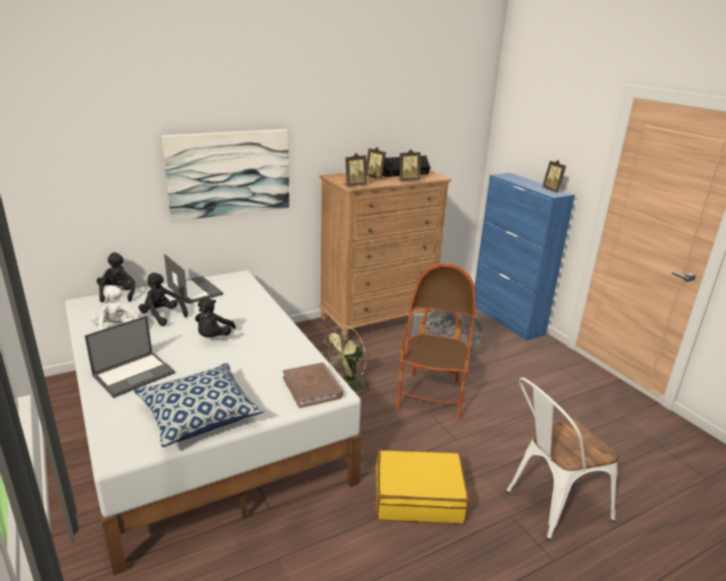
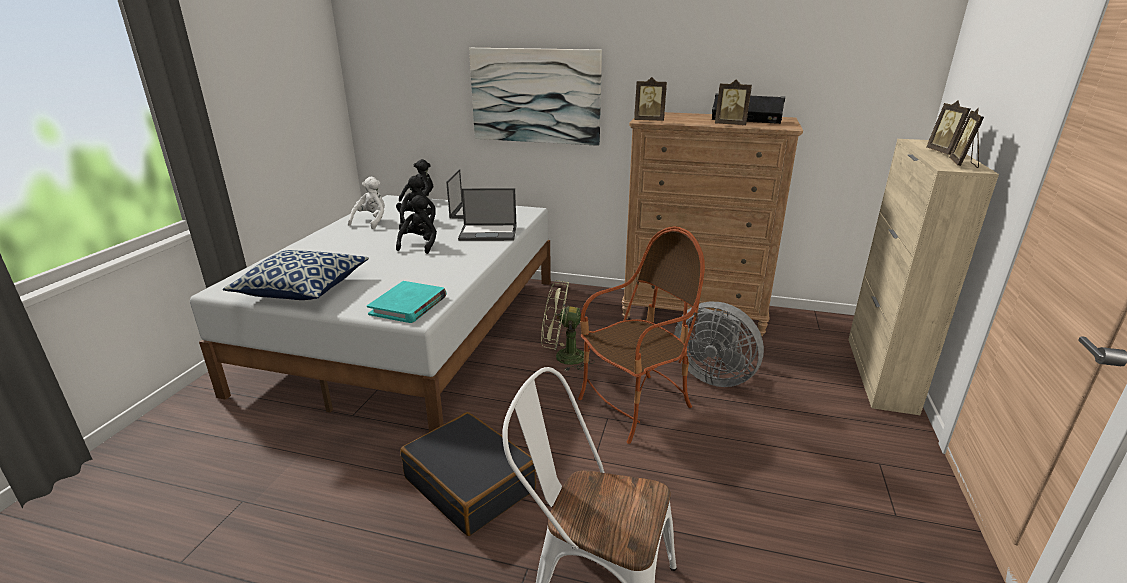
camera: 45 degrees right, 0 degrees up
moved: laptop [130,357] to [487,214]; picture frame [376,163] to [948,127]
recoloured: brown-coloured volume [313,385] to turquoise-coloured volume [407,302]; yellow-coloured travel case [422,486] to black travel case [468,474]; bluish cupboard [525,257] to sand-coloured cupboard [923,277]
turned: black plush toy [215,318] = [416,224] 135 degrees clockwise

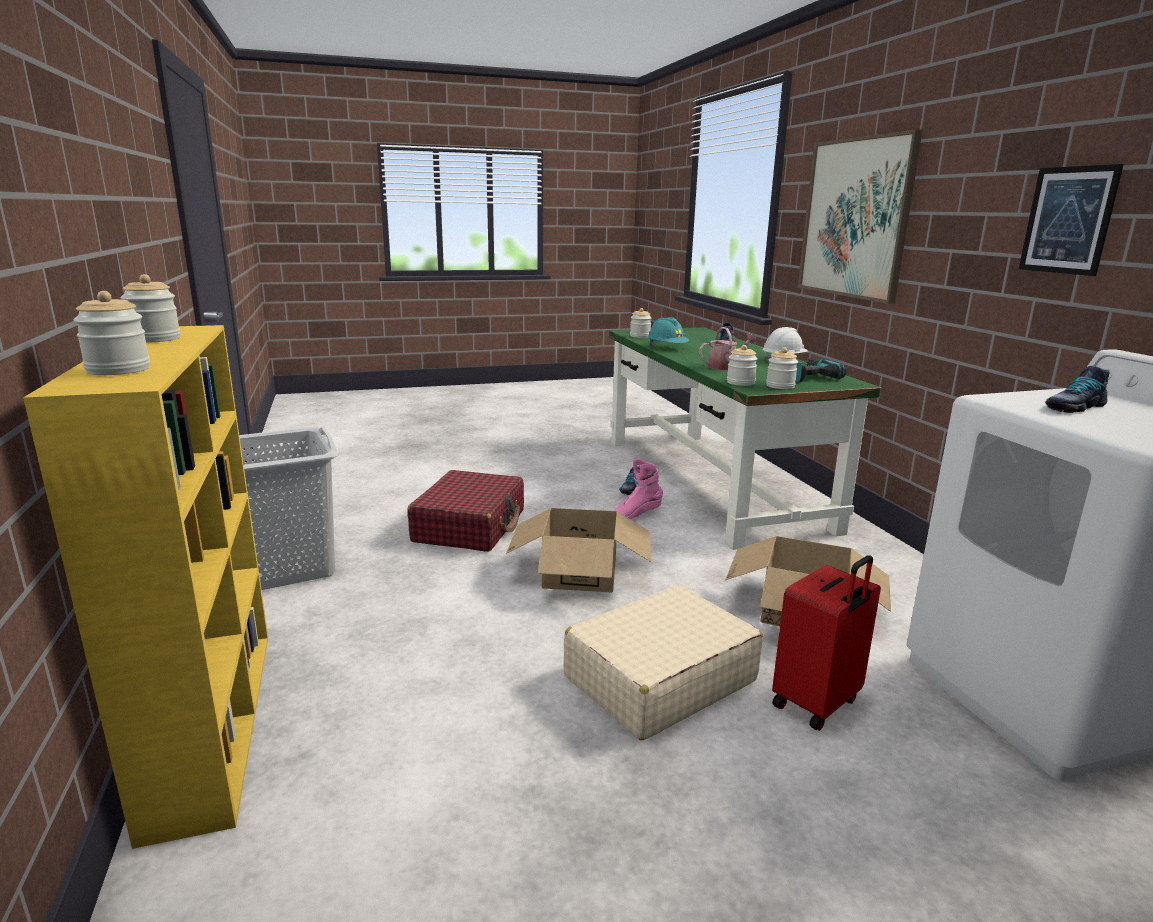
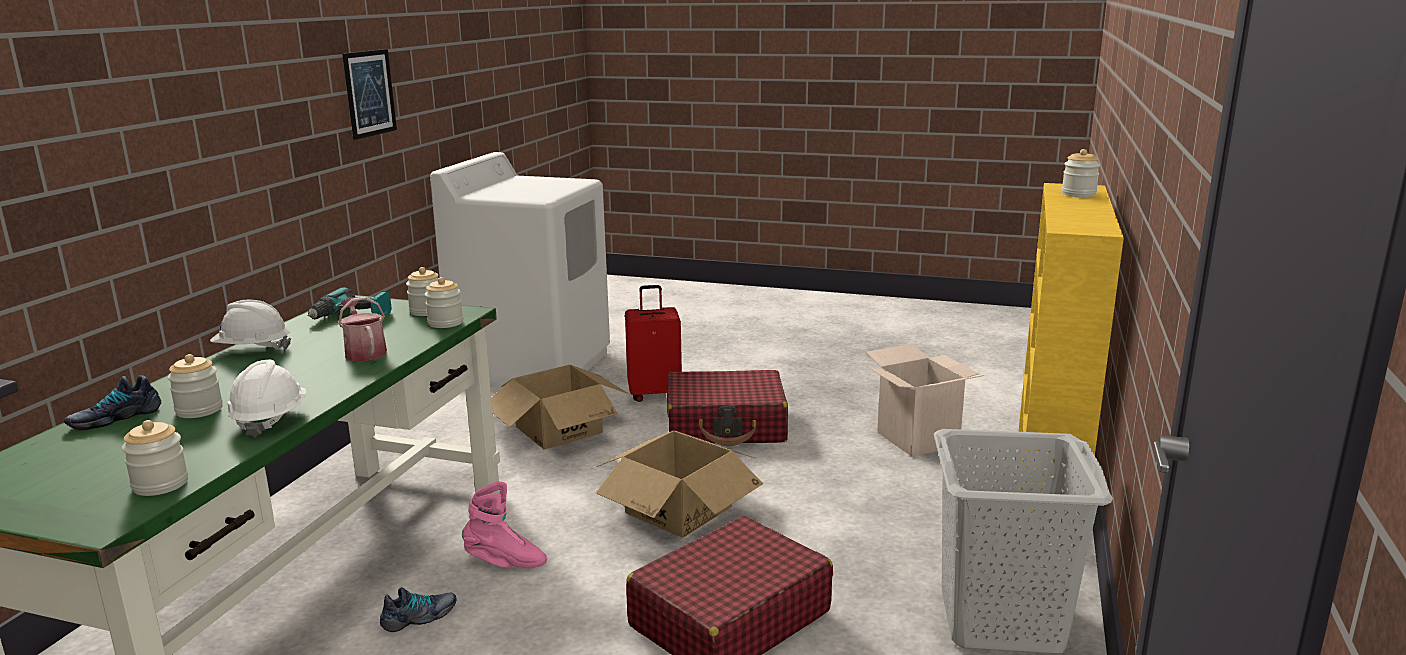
camera: 145 degrees left, 0 degrees up
removed: wall picture [860,216]; item of footwear [1077,389]
added: packing box [925,400]
moved: jar [150,308] to [195,386]
recoloured: sand-coloured travel case [663,662] to red travel case [727,408]; turquoise-coloured work helmet [668,331] to whitish work helmet [266,398]
turned: watering can [727,348] = [362,329] 45 degrees clockwise

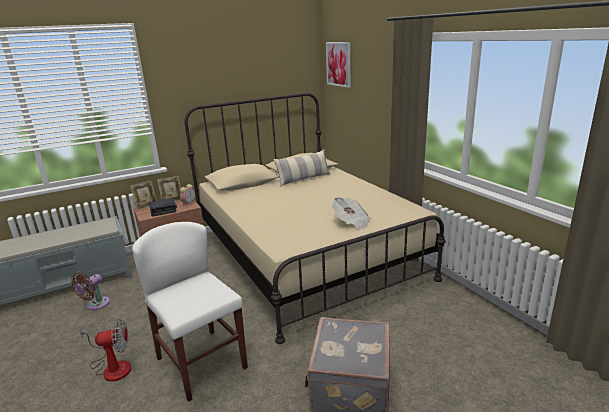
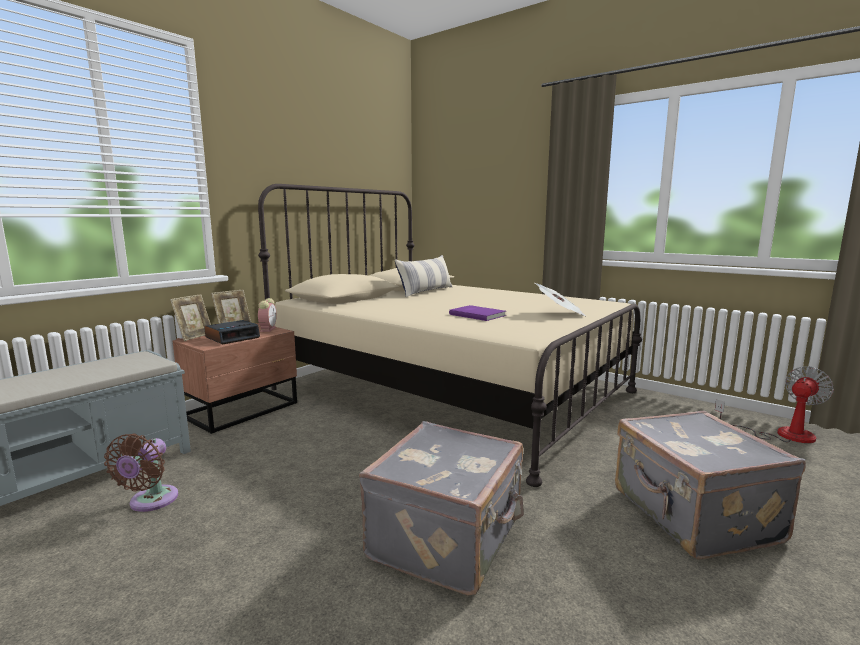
camera: 25 degrees left, 10 degrees down
removed: wall picture [338,65]
added: purplish volume [477,313]
moved: cooling fan [105,350] to [774,404]
replaced: whitish chair [190,312] to greyish travel case [441,508]

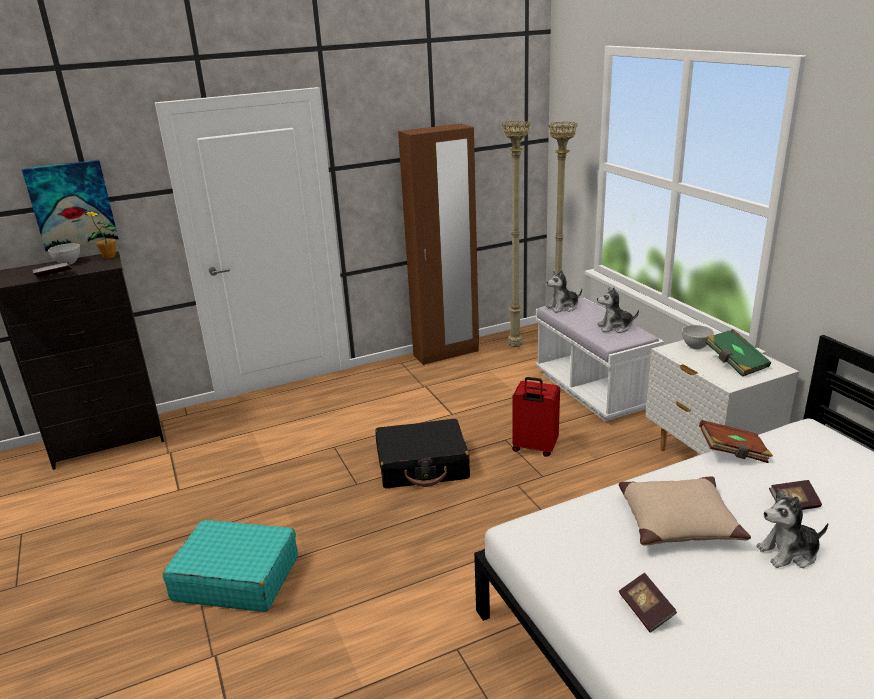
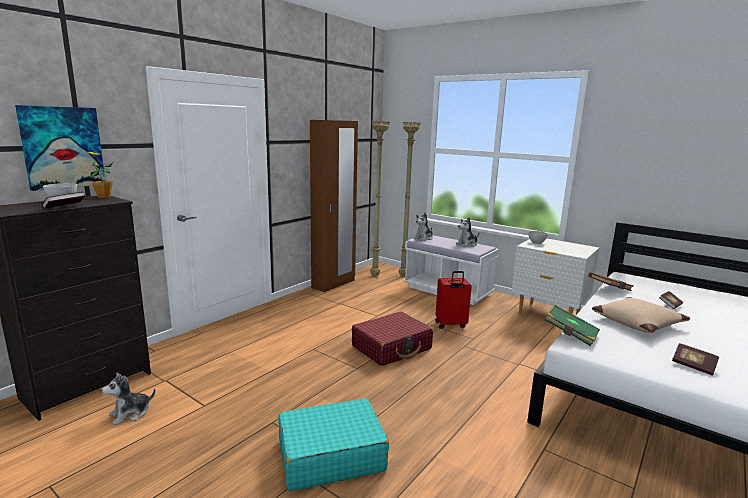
camera: 30 degrees left, 10 degrees down
moved: green volume [738,353] to [572,326]; plush toy [792,528] to [128,398]
recoloured: black travel case [422,453] to red travel case [392,339]

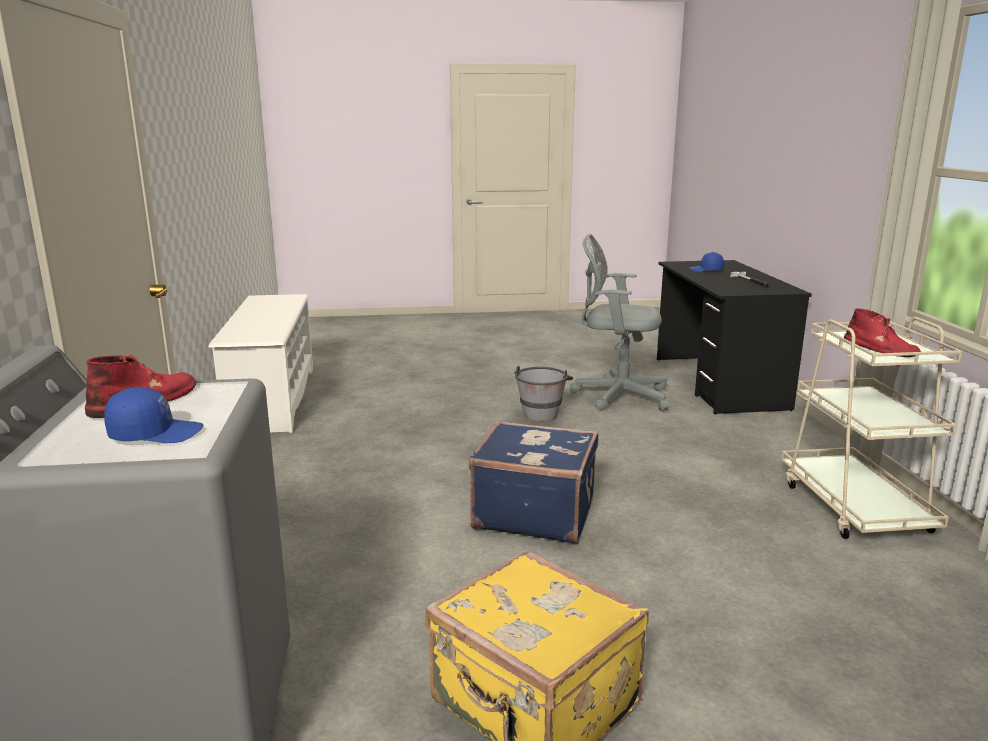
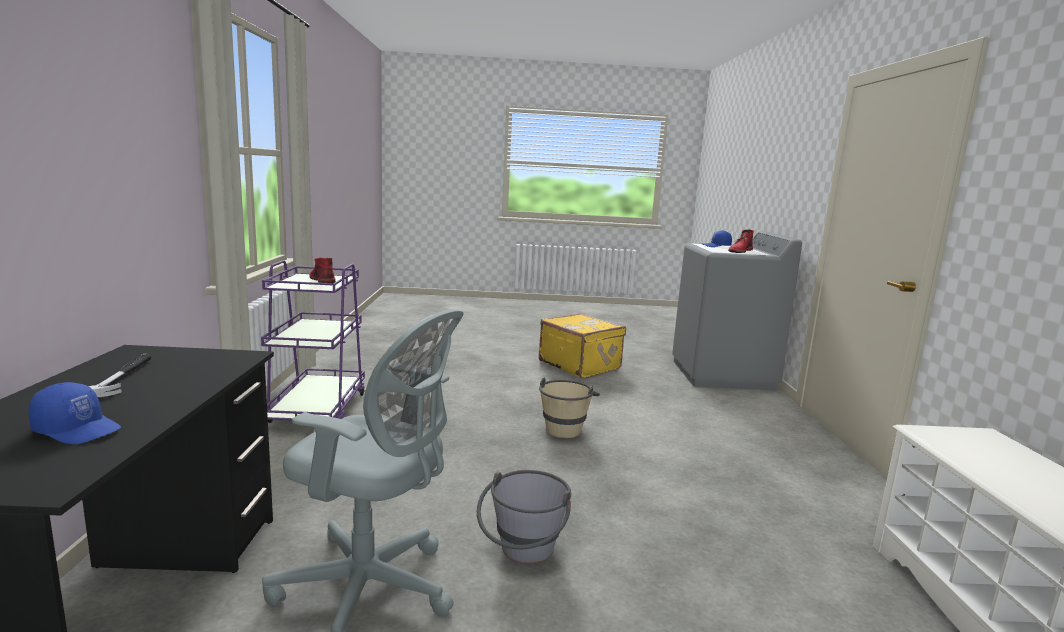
camera: 175 degrees left, 5 degrees down
replaced: bluish travel case [533,482] to sand-coloured bucket [569,407]
recoloured: sand-coloured cart [871,428] to purplish cart [313,341]

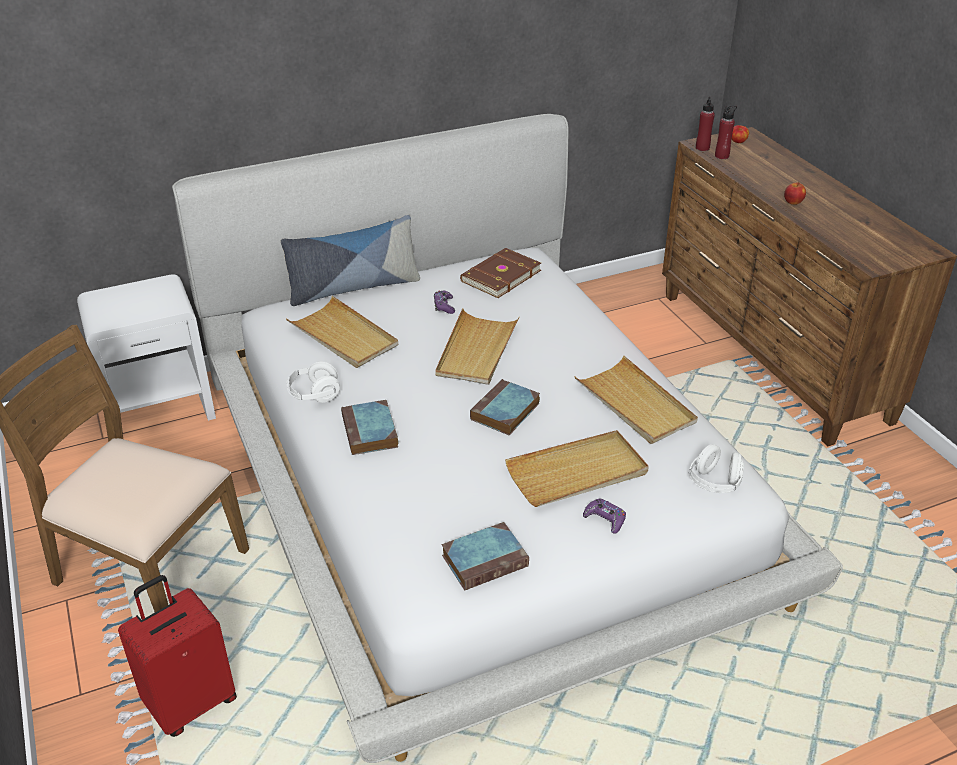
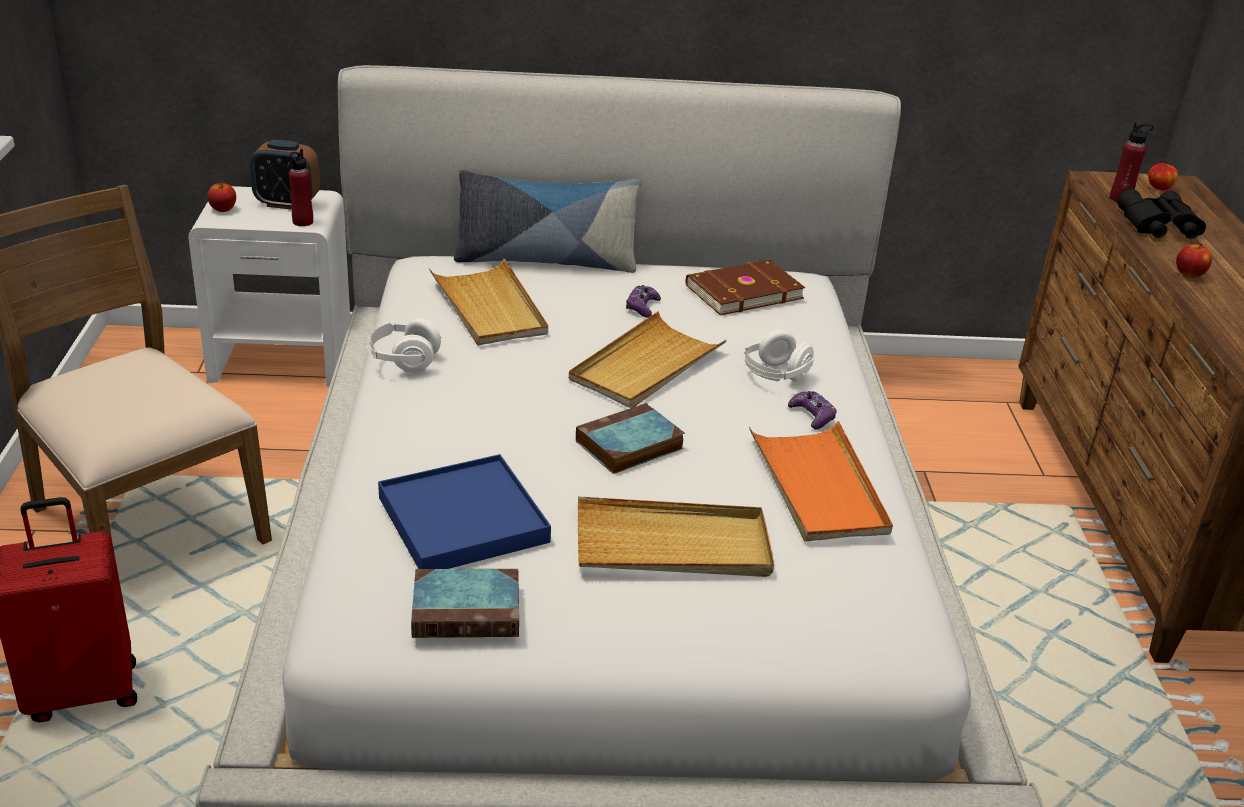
camera: 20 degrees right, 5 degrees down
removed: volume [370,427]
added: whole apple [222,196]; table clock [284,175]; bluish serving tray [464,511]; black binoculars [1161,214]
moved: purplish game controller [604,516] to [812,410]; whitish headphones [716,468] to [778,356]; red beverage bottle [705,124] to [301,187]
recoloured: sand-coloured serving tray [636,400] to orange-coloured serving tray [821,481]

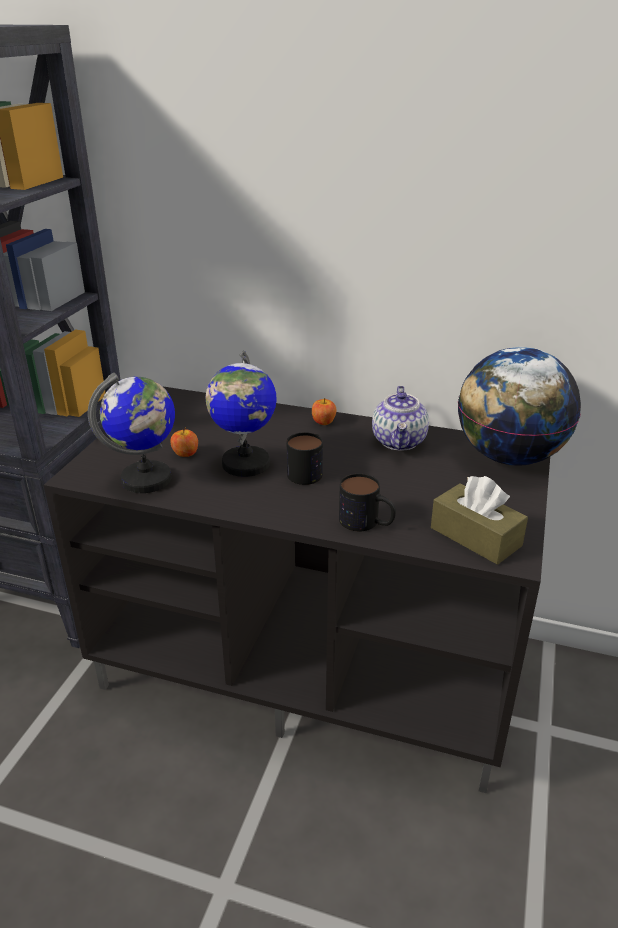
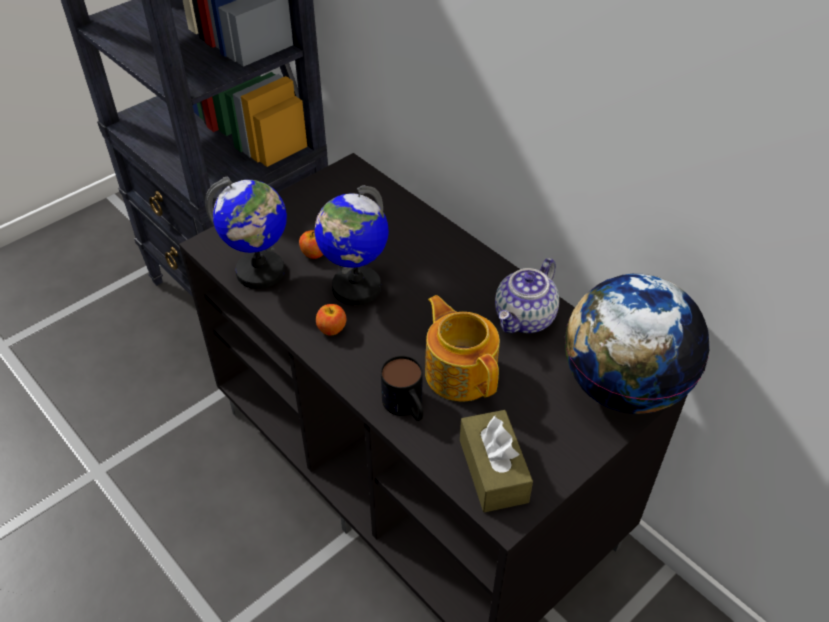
camera: 30 degrees right, 15 degrees up
removed: coffee mug [305,458]
added: tea pot [462,348]
moved: whole apple [324,411] to [331,320]

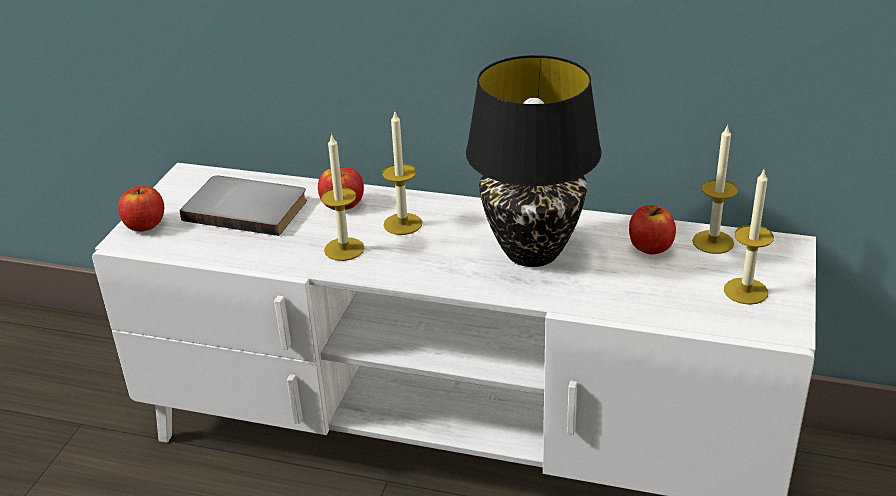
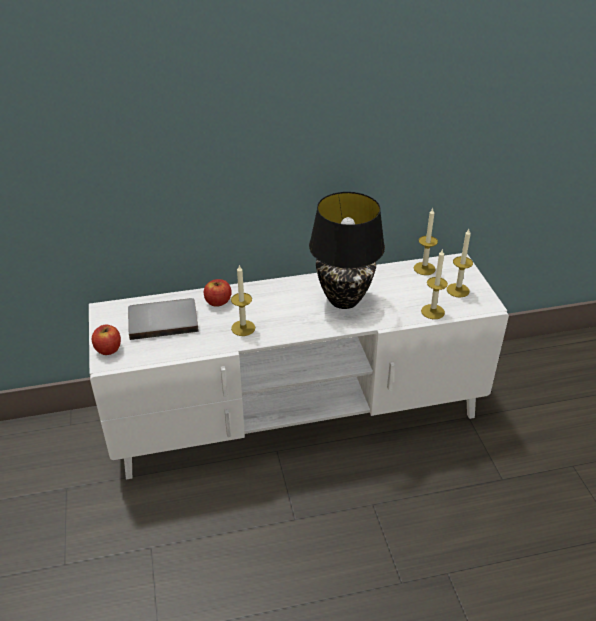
camera: 30 degrees left, 5 degrees up
removed: whole apple [652,229]
moved: candle [402,172] to [434,284]

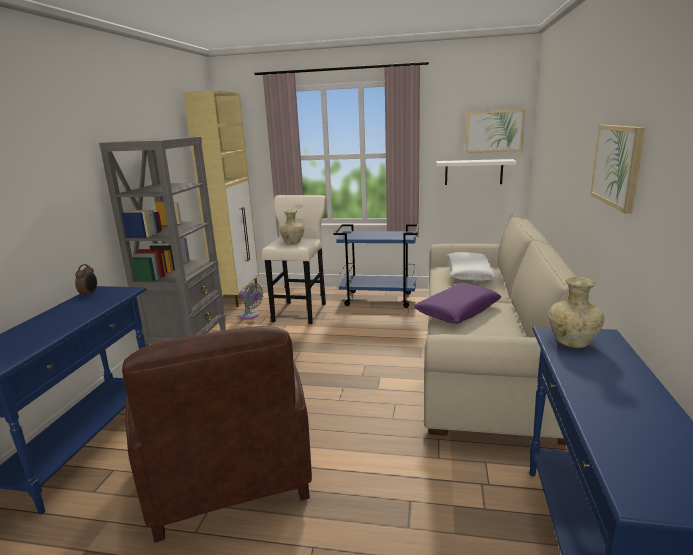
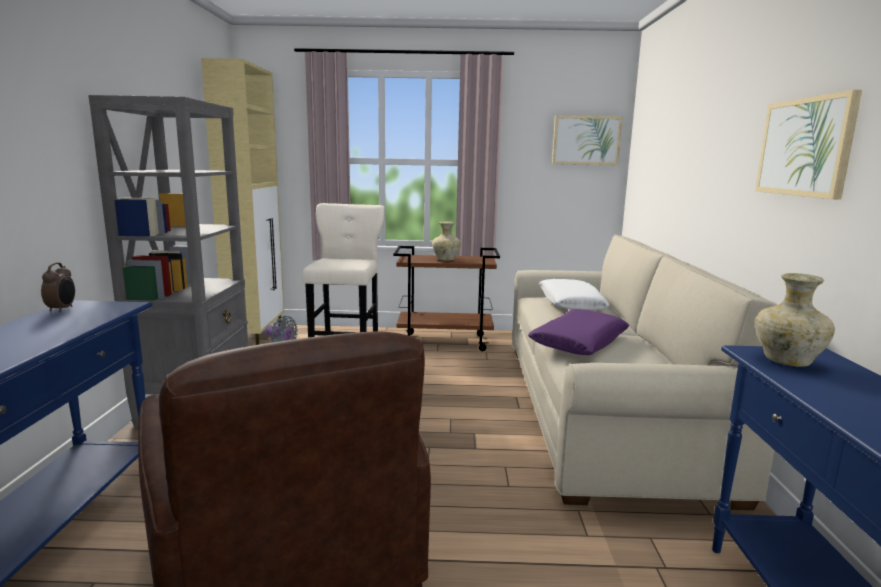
camera: 10 degrees left, 5 degrees down
removed: whitish wall shelf [476,172]
moved: sand-coloured flower vase [291,227] to [446,241]
recoloured: bluish cart [376,266] to brown-coloured cart [446,298]

